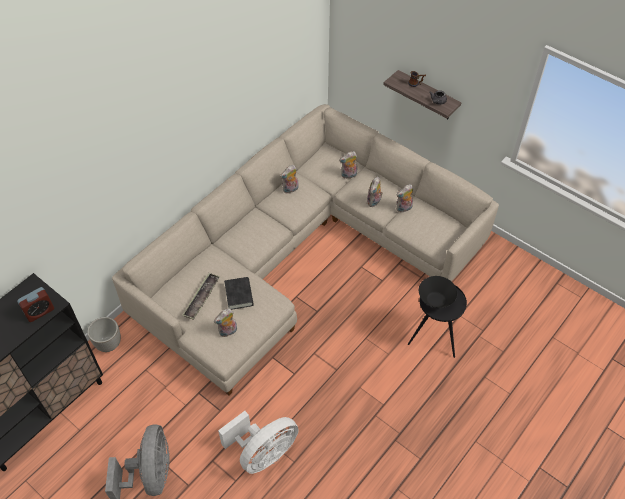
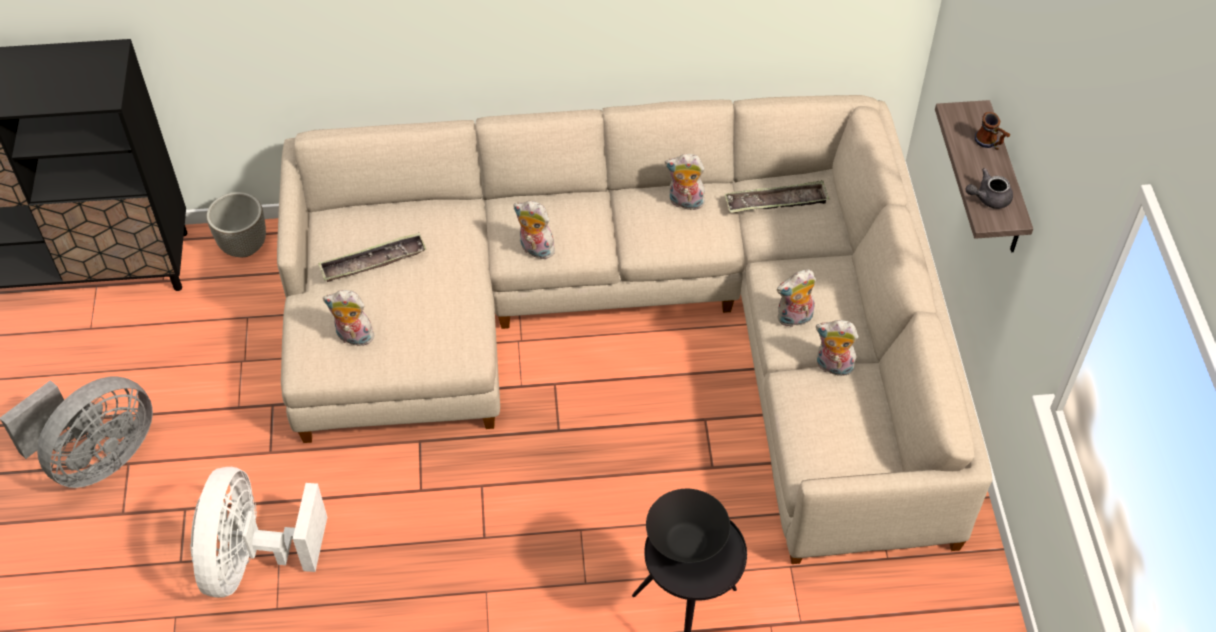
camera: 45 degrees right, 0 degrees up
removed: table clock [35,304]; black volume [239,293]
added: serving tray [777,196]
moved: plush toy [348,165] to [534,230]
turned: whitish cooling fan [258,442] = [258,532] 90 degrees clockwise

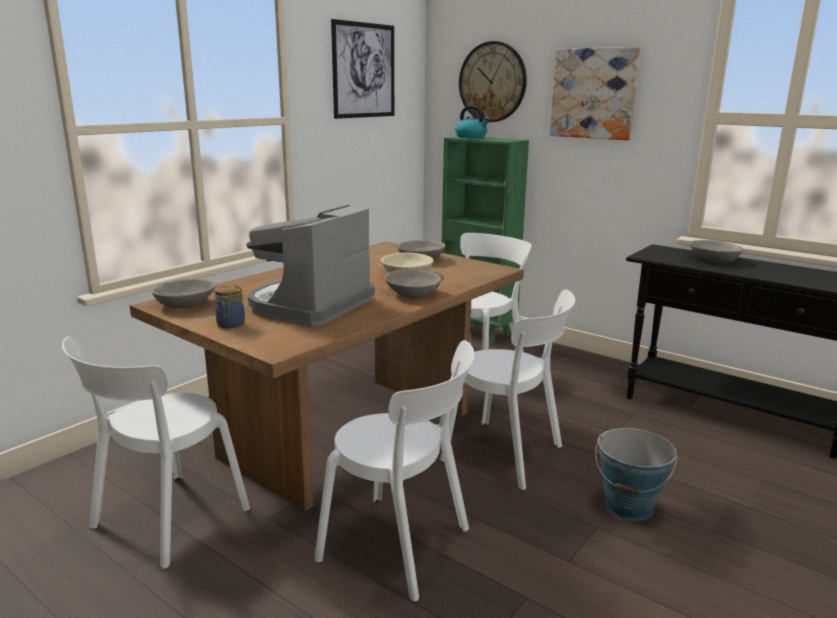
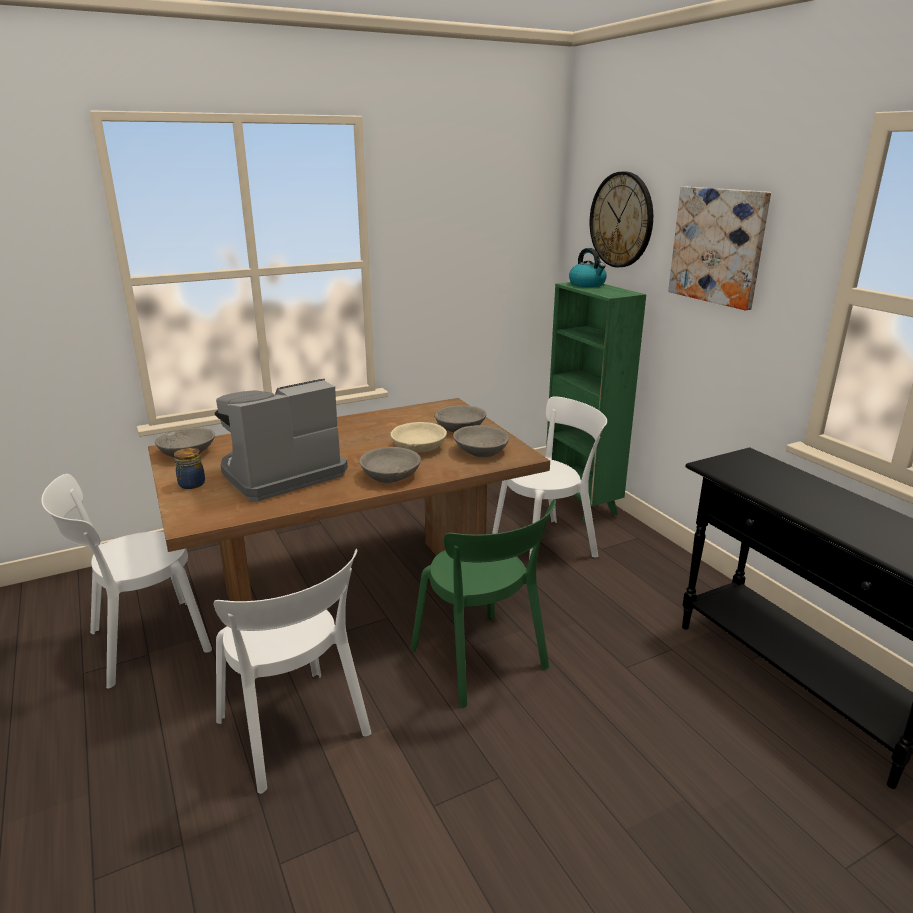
camera: 25 degrees right, 5 degrees up
removed: wall picture [362,69]; bucket [636,474]
moved: greyish serving bowl [716,251] to [481,441]
recoloured: whitish chair [507,390] to green chair [483,603]

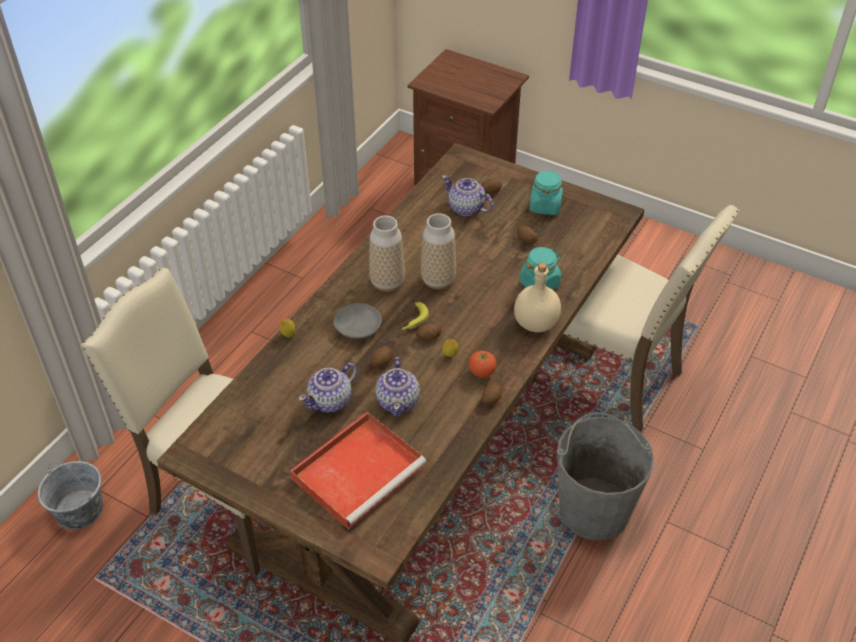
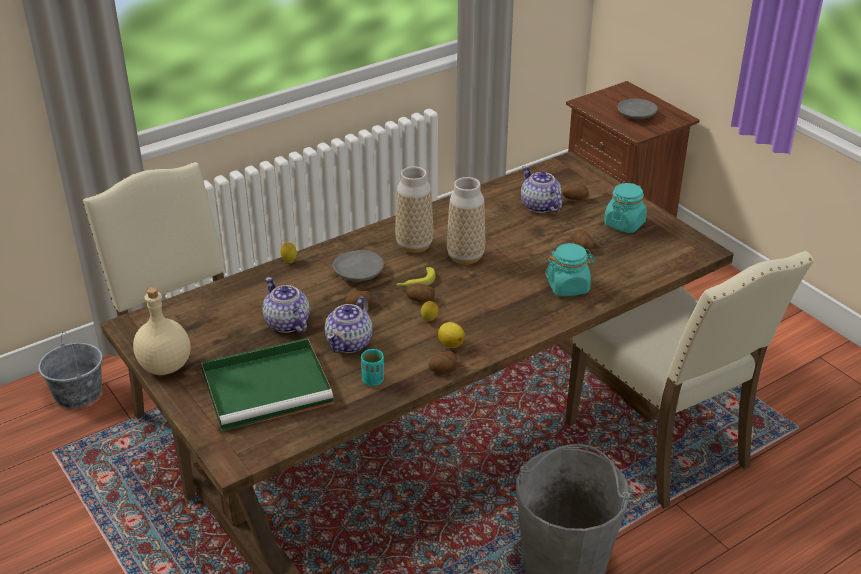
camera: 25 degrees right, 10 degrees down
added: turquoise-coloured small cup [372,367]; greyish dinner plate [637,109]
moved: sand-coloured beverage bottle [537,297] to [162,331]
replaced: tomato [482,364] to citrus fruit [451,335]
recoloured: red serving tray [358,470] to green serving tray [267,384]
turned: tea pot [328,388] = [286,305] 75 degrees clockwise

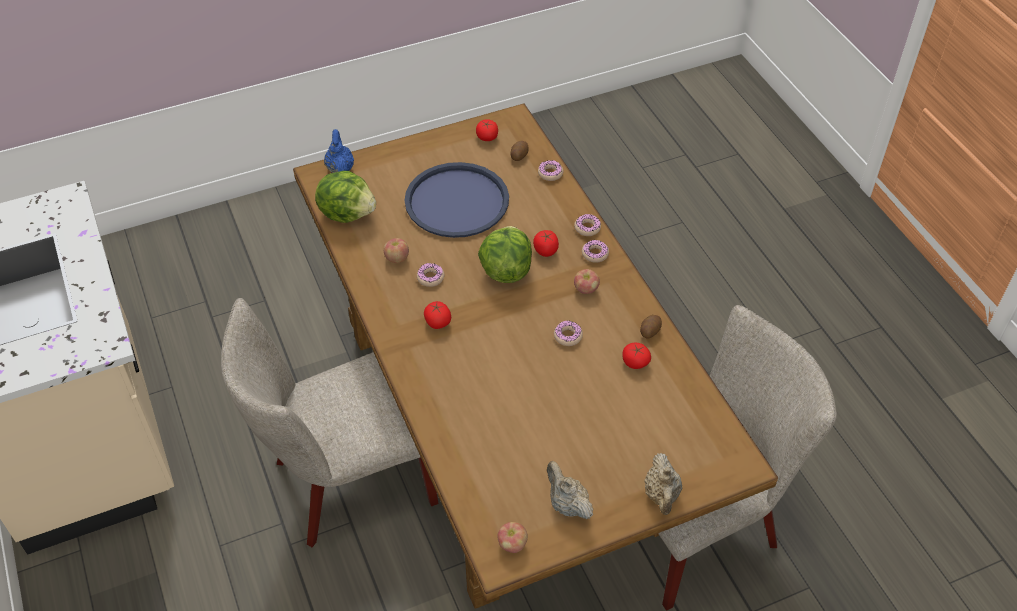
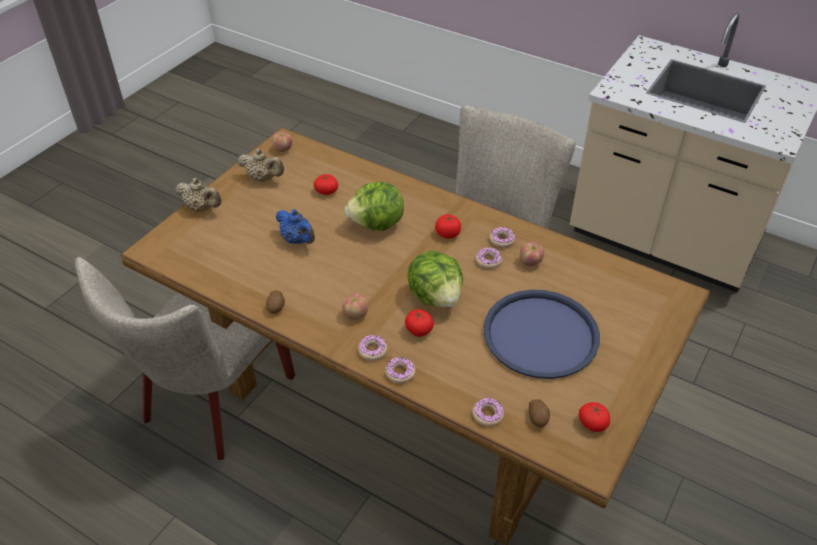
camera: 145 degrees right, 5 degrees down
moved: head of lettuce [345,197] to [374,206]; bluish tea pot [339,151] to [295,226]; doughnut [568,333] to [502,237]; tomato [636,356] to [326,184]
turned: sand-coloured tea pot [663,484] = [198,195] 150 degrees clockwise

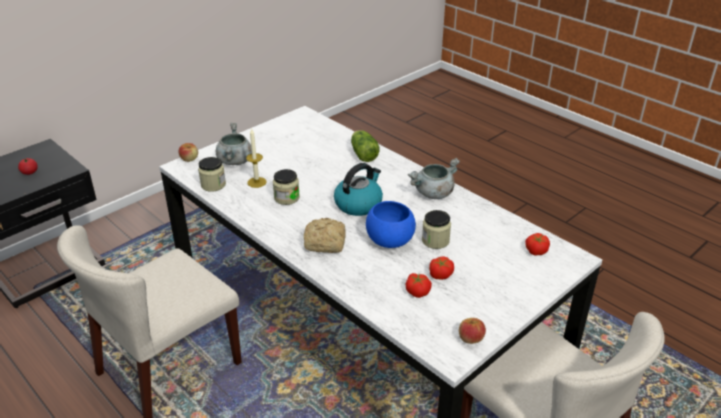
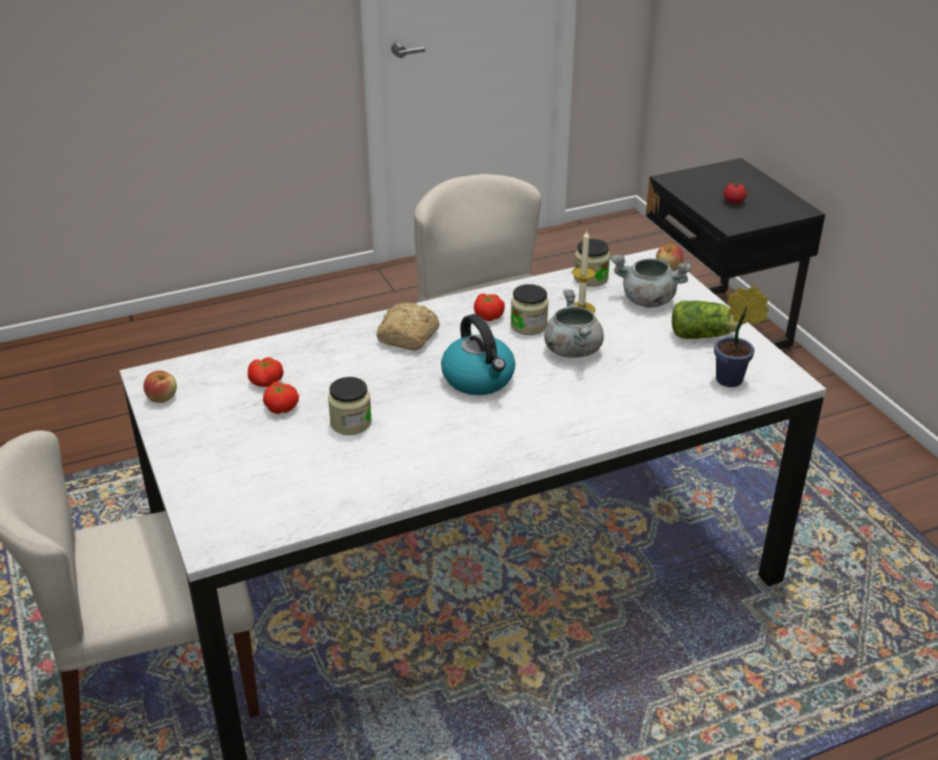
camera: 110 degrees right, 0 degrees up
removed: bluish serving bowl [391,224]
added: potted plant [741,336]
moved: head of lettuce [365,146] to [705,320]; greyish cooking pot [434,178] to [574,323]; tomato [537,244] to [489,307]

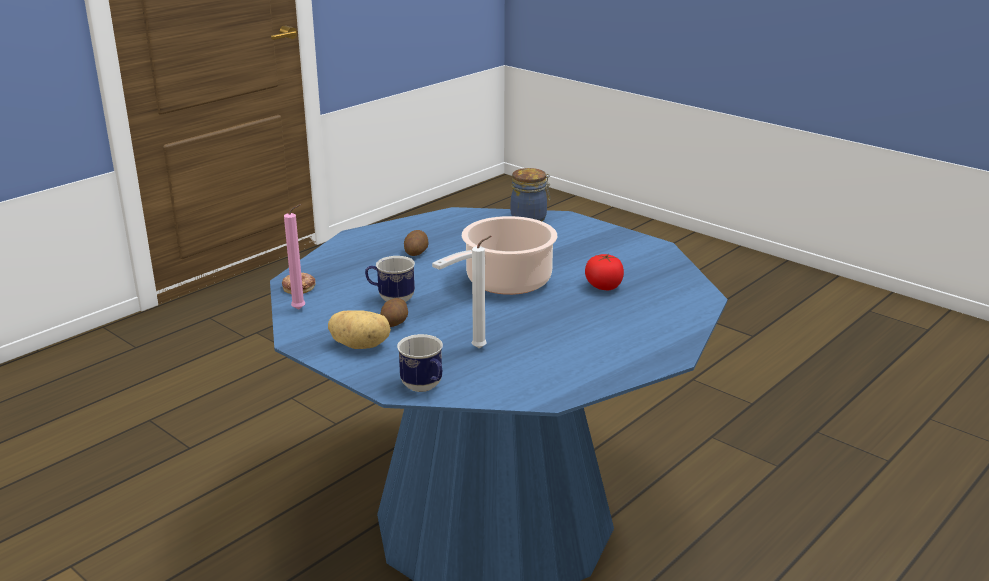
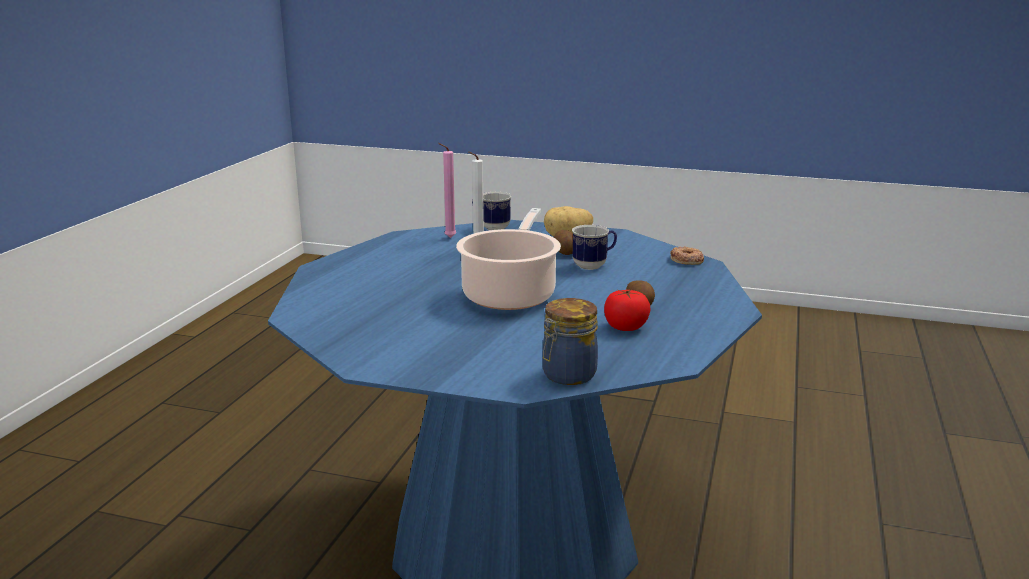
camera: 155 degrees right, 5 degrees down
moved: pink-coloured candle [294,256] to [447,190]; tomato [604,272] to [627,310]

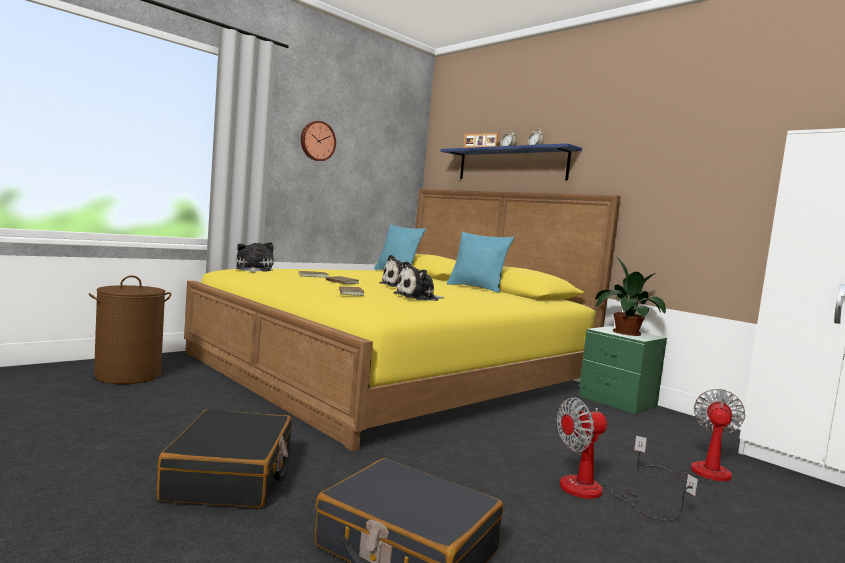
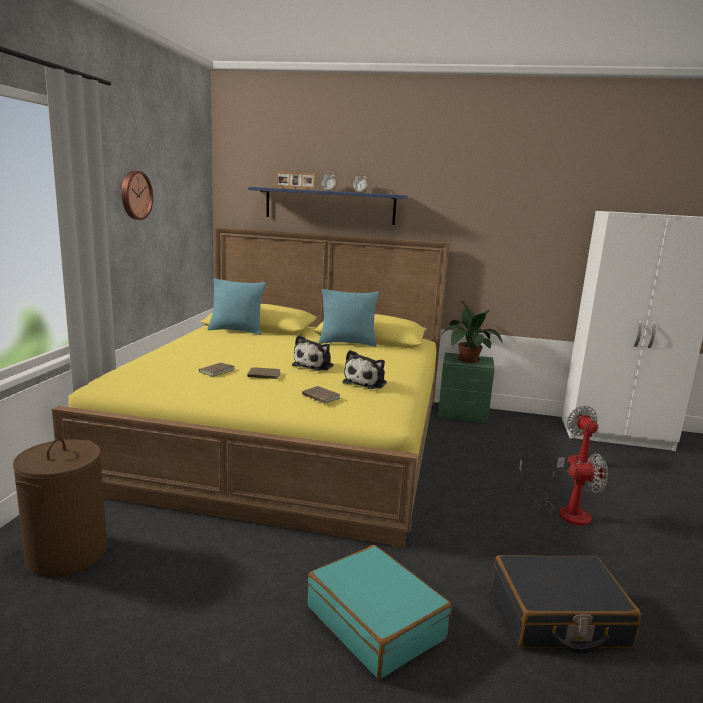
camera: 35 degrees left, 10 degrees up
removed: plush toy [254,257]
recoloured: black travel case [224,458] to turquoise-coloured travel case [379,612]
turned: cooling fan [627,459] = [563,489] 120 degrees counterclockwise

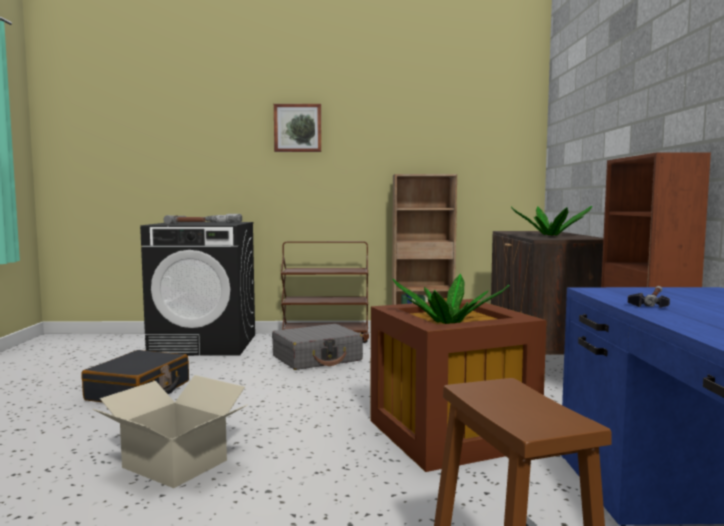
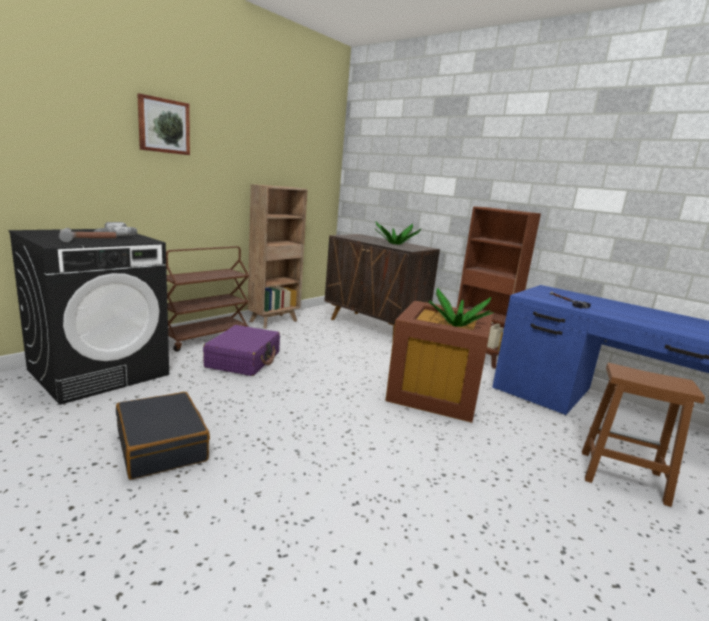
camera: 50 degrees left, 10 degrees up
removed: packing box [169,431]
recoloured: greyish travel case [317,347] to purplish travel case [241,350]

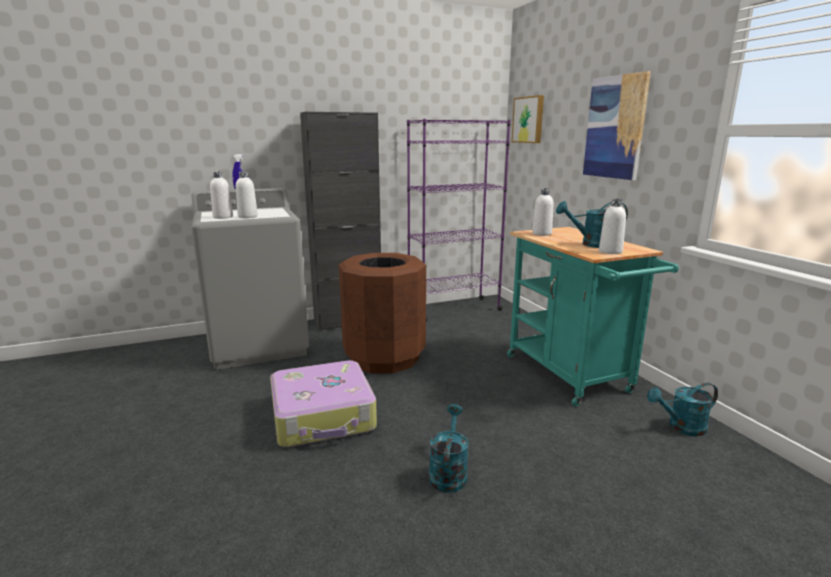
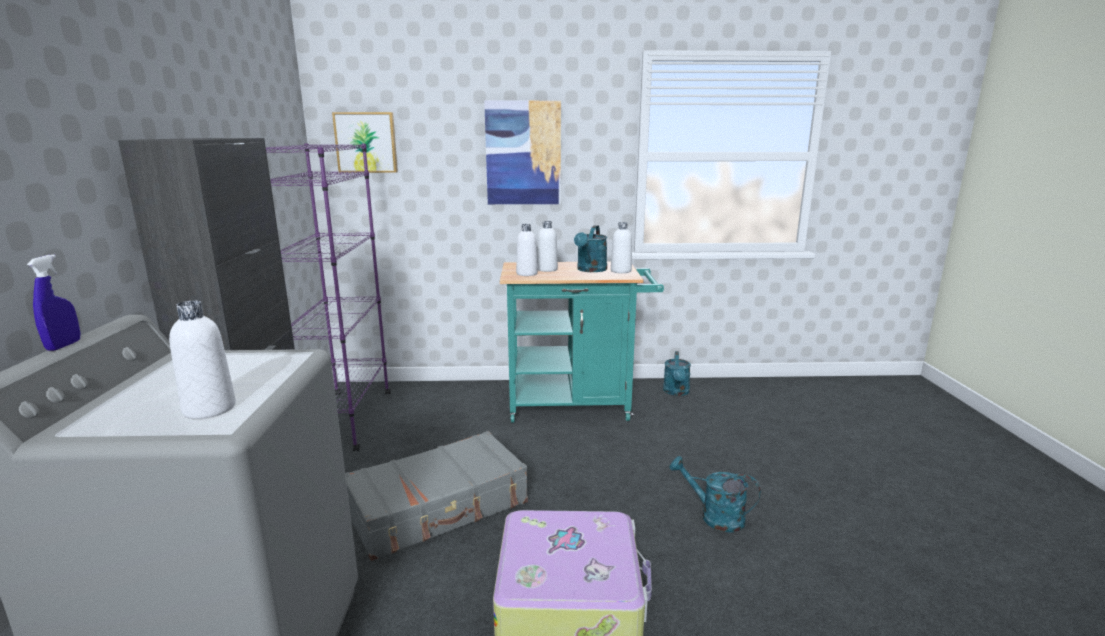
camera: 70 degrees left, 0 degrees up
moved: whitish beverage bottle [247,194] to [547,246]
replaced: brown-coloured trash can [382,313] to greyish travel case [436,496]

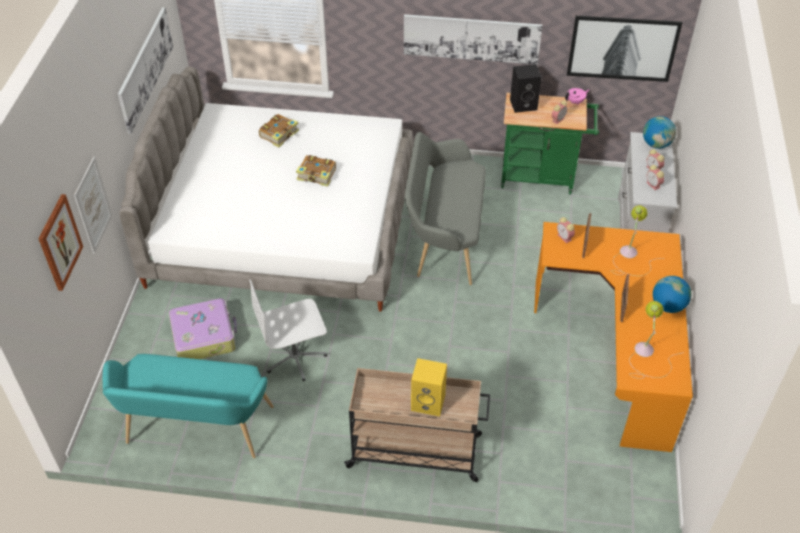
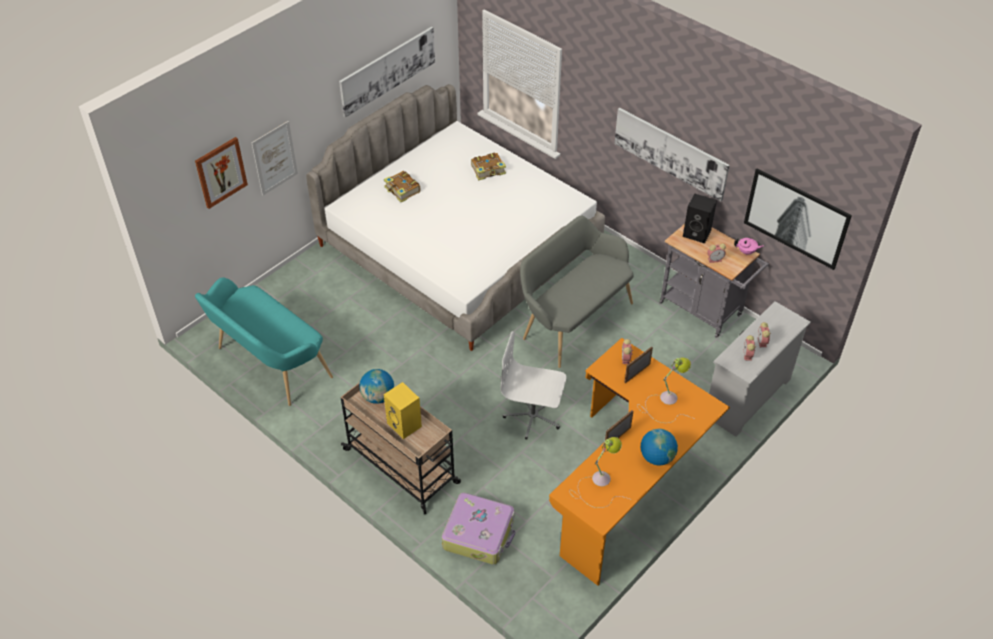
camera: 35 degrees right, 0 degrees up
moved: travel case [203,328] to [478,528]; whitish computer chair [288,330] to [533,385]; volume [316,170] to [402,186]; world globe [659,132] to [376,386]
recoloured: green cart [550,143] to greyish cart [714,281]

